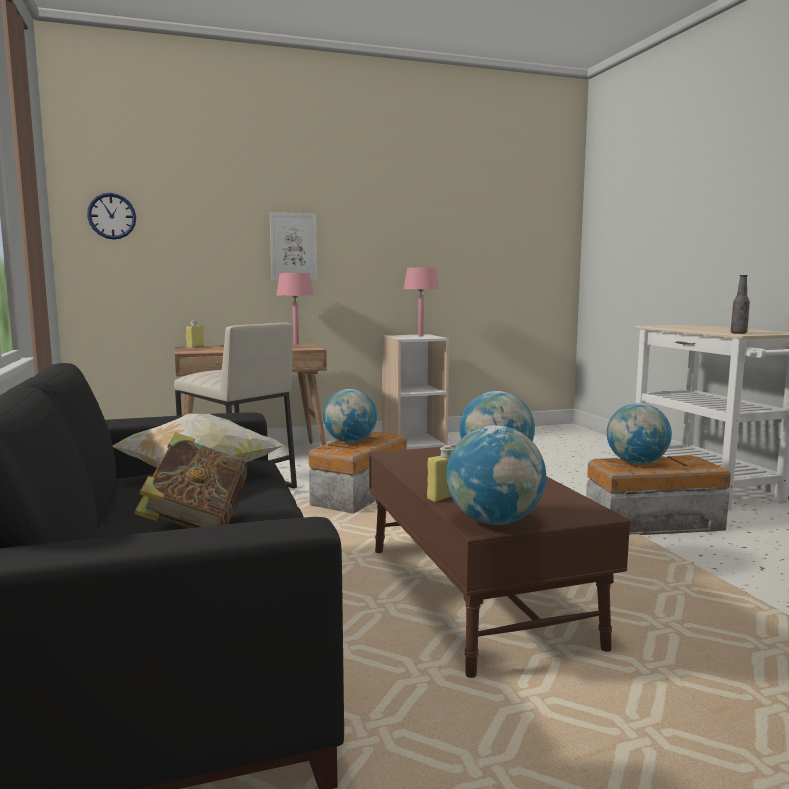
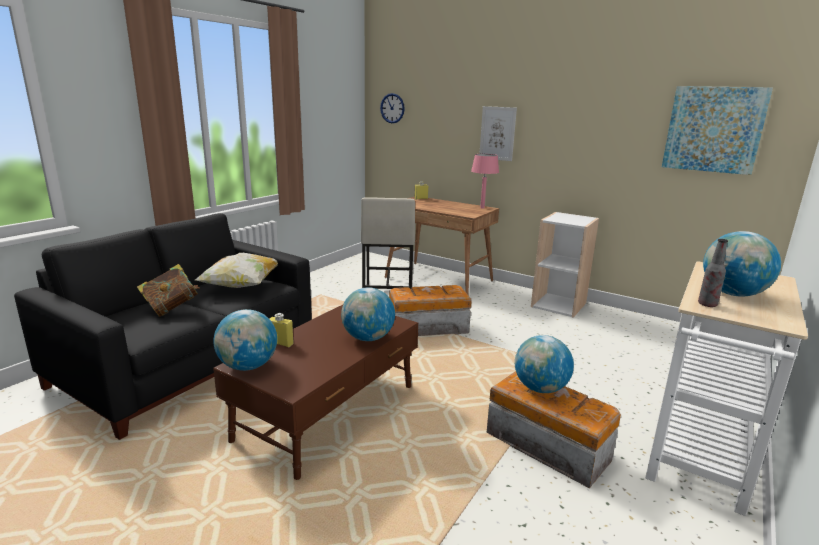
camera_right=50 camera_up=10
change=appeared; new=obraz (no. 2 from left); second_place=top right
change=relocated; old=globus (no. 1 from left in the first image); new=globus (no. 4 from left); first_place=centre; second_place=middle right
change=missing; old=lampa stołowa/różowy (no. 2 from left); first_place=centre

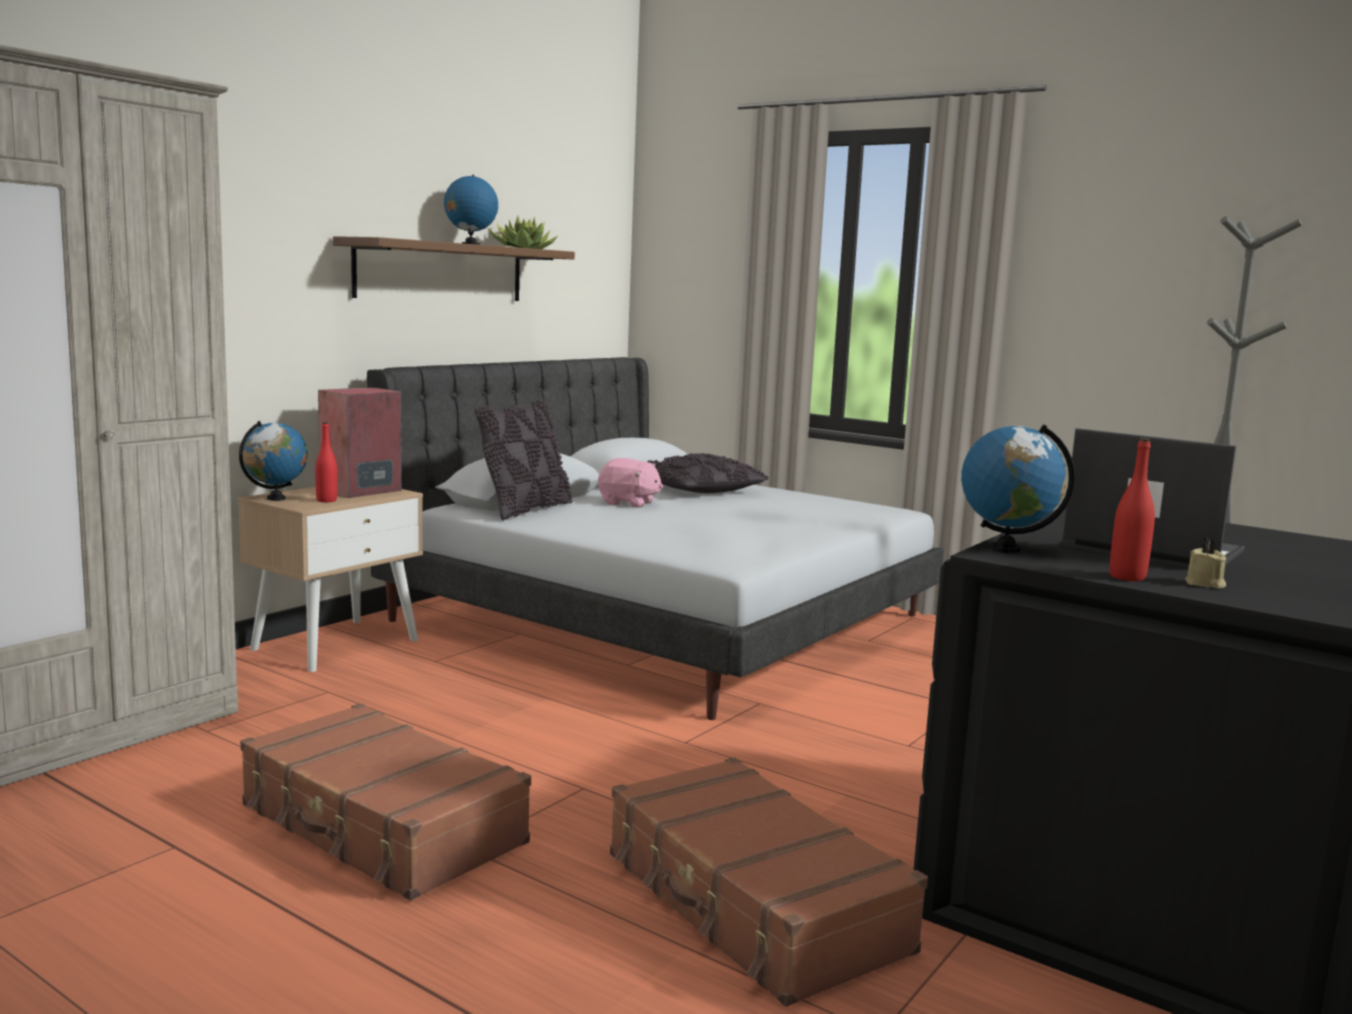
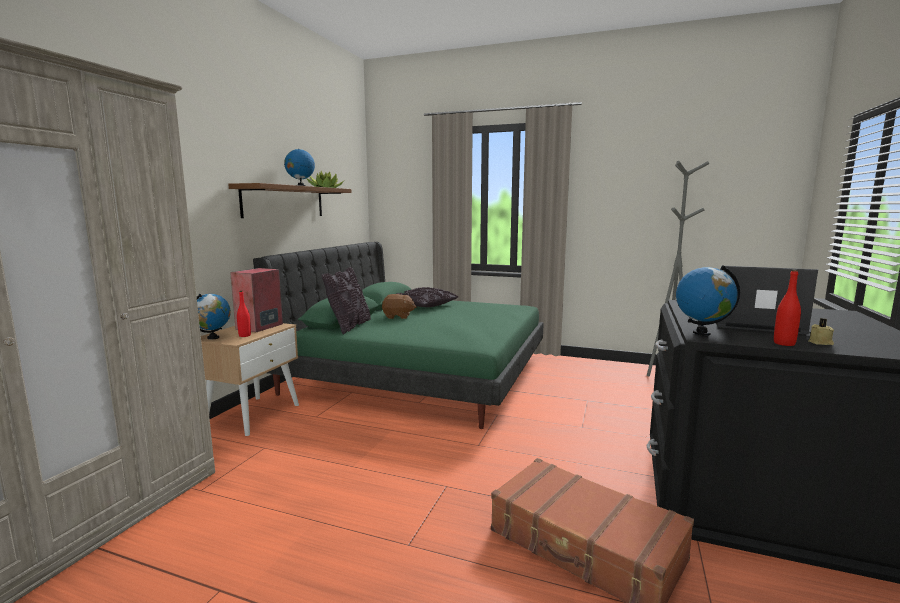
camera_right=-15 camera_up=0
change=colour; old=łóżko/szary; new=łóżko/zielony; first_place=centre; second_place=centre
change=colour; old=pluszak/różowy; new=pluszak/brązowy; first_place=centre; second_place=centre
change=missing; old=walizka/brązowy (no. 1 from left); first_place=bottom left

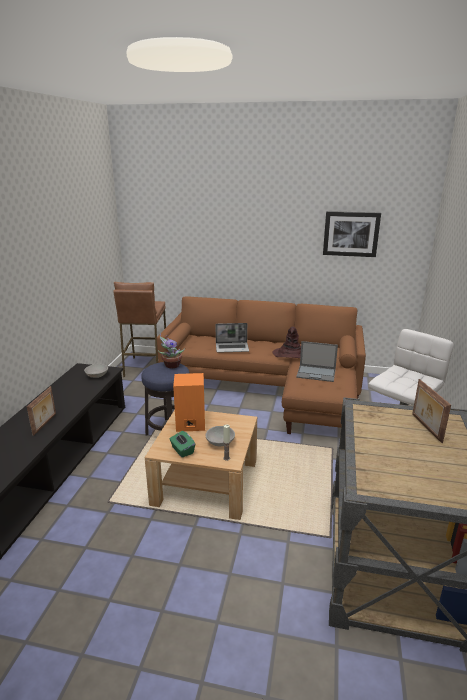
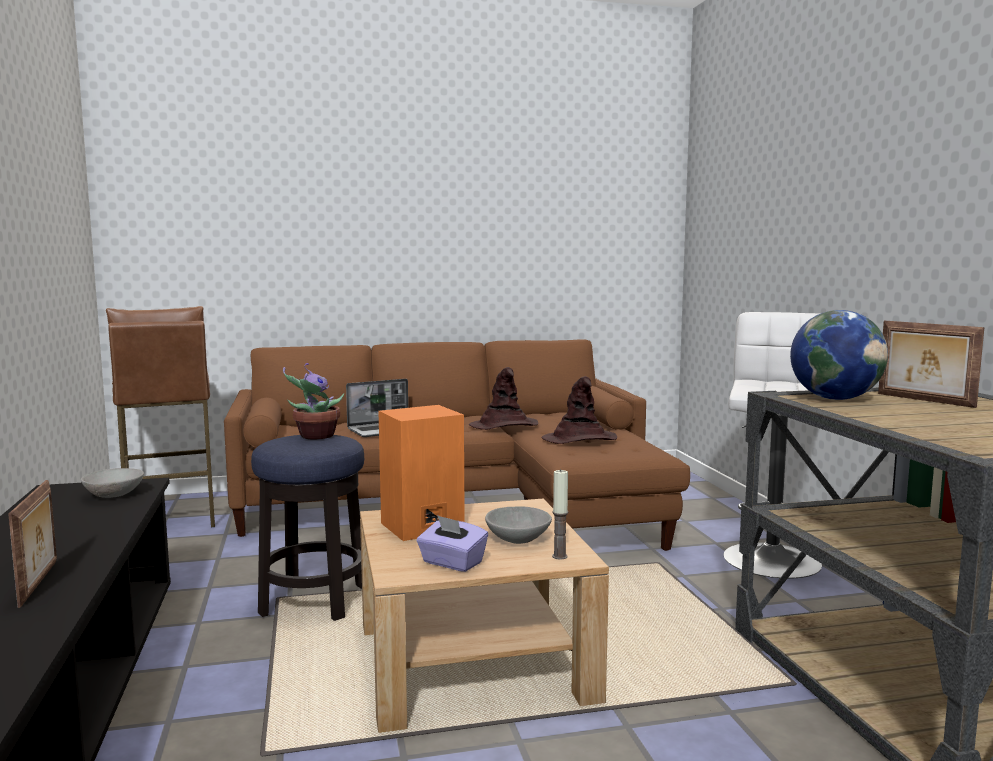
camera_right=-25 camera_up=-15
change=colour; old=pudełko chusteczek/zielony; new=pudełko chusteczek/fioletowy; first_place=centre; second_place=bottom centre
change=exchanged; old=laptop (no. 2 from left); new=kapelusz/brązowy (no. 2 from left); first_place=middle right; second_place=centre
change=appeared; new=globus; second_place=middle right
change=missing; old=obraz; first_place=middle right

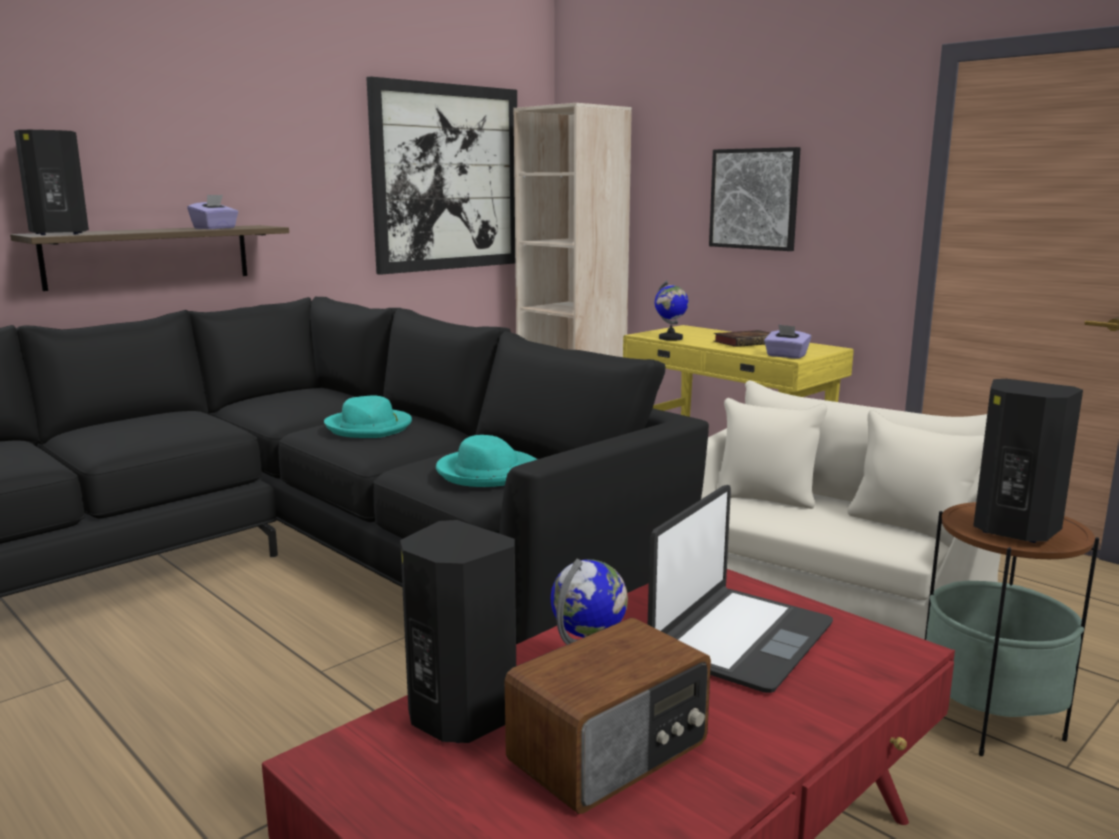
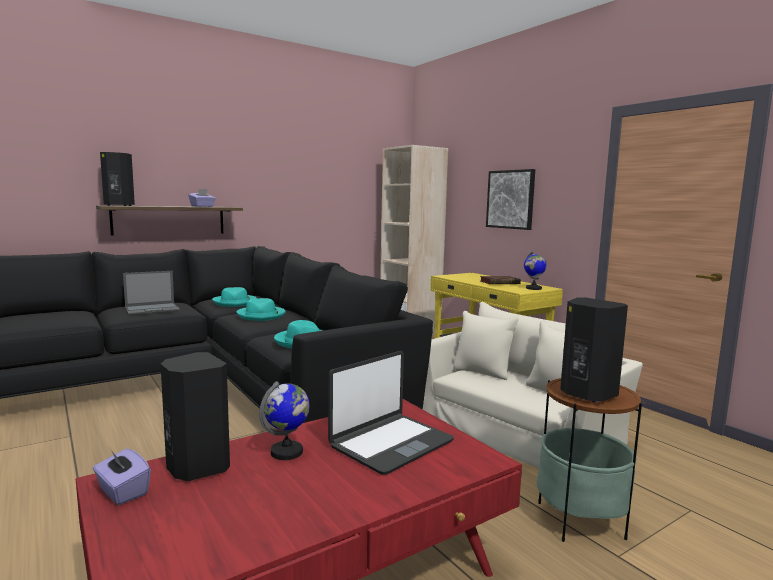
camera_right=10 camera_up=-5
change=relocated; old=pudełko chusteczek/fioletowy (no. 2 from left in the first image); new=pudełko chusteczek/fioletowy (no. 1 from left); first_place=middle right; second_place=bottom left
change=appeared; new=laptop (no. 1 from left); second_place=middle left
change=appeared; new=kapelusz/turkusowy (no. 1 from left); second_place=middle left
change=relocated; old=globus (no. 2 from left); first_place=centre; second_place=middle right
change=missing; old=obraz (no. 1 from left); first_place=top centre
change=missing; old=radio; first_place=bottom centre

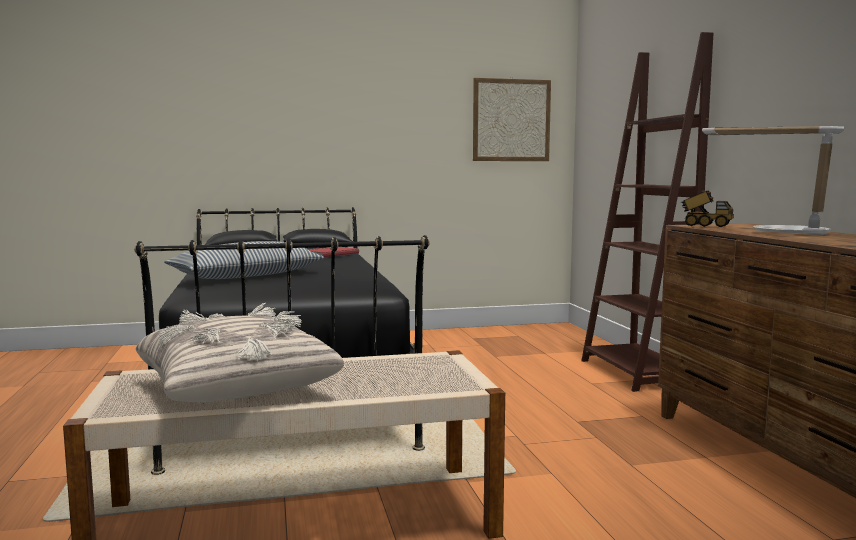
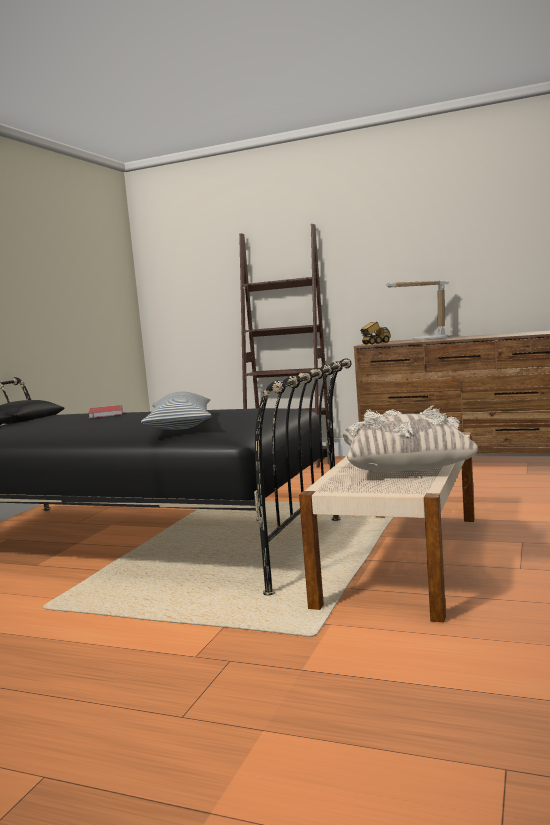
camera_right=-55 camera_up=0
change=missing; old=obraz; first_place=top centre

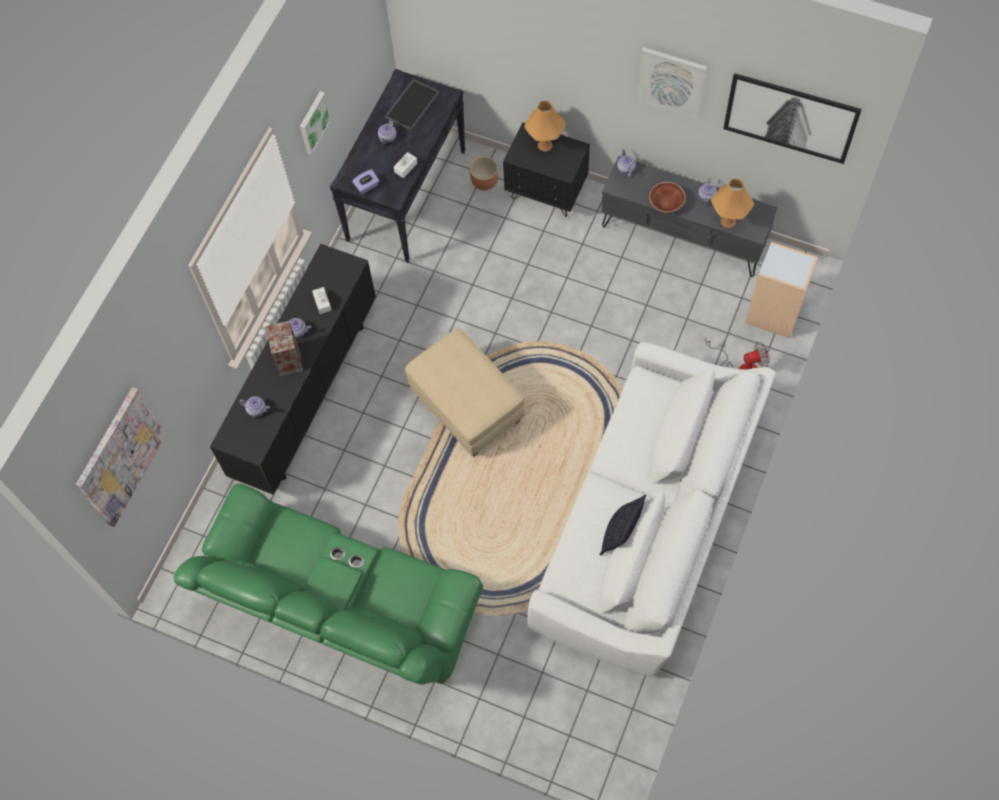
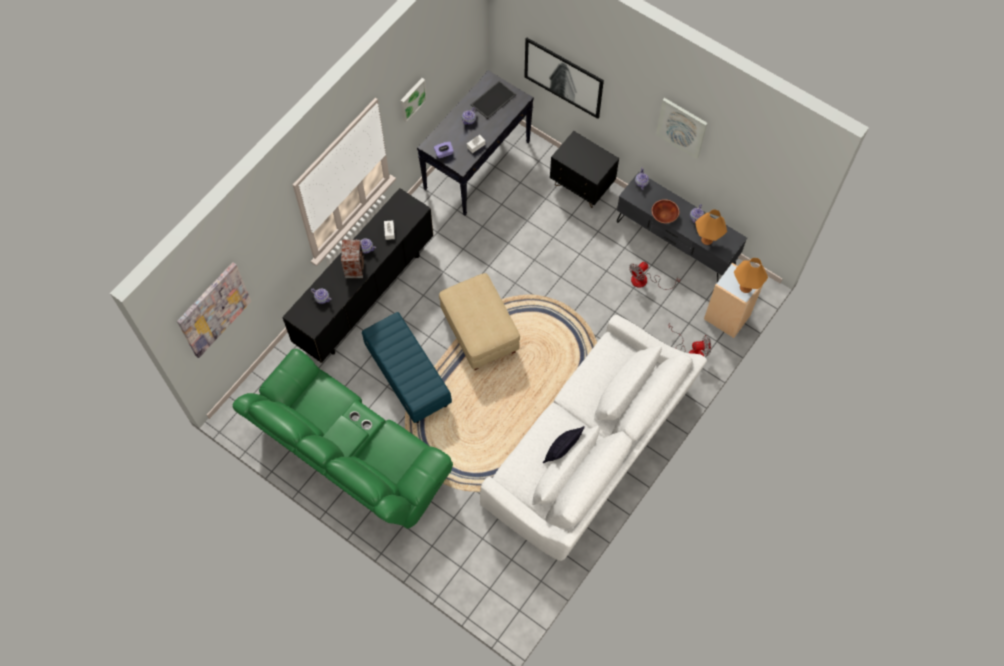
camera_right=10 camera_up=0
change=appeared; new=pufa/niebieski; second_place=centre
change=relocated; old=obraz (no. 4 from left in the first image); new=obraz (no. 3 from left); first_place=top right; second_place=top centre
change=appeared; new=wentylator (no. 1 from left); second_place=centre
change=relocated; old=lampa stołowa/pomarańczowy (no. 1 from left in the first image); new=lampa stołowa/pomarańczowy (no. 2 from left); first_place=top centre; second_place=middle right
change=missing; old=donica/brązowy; first_place=top centre

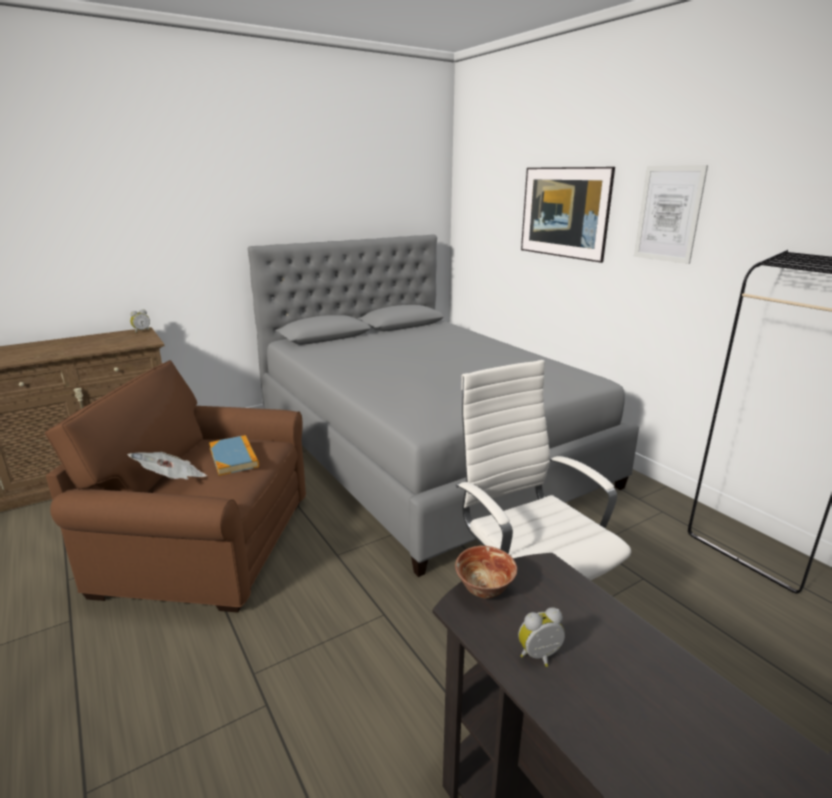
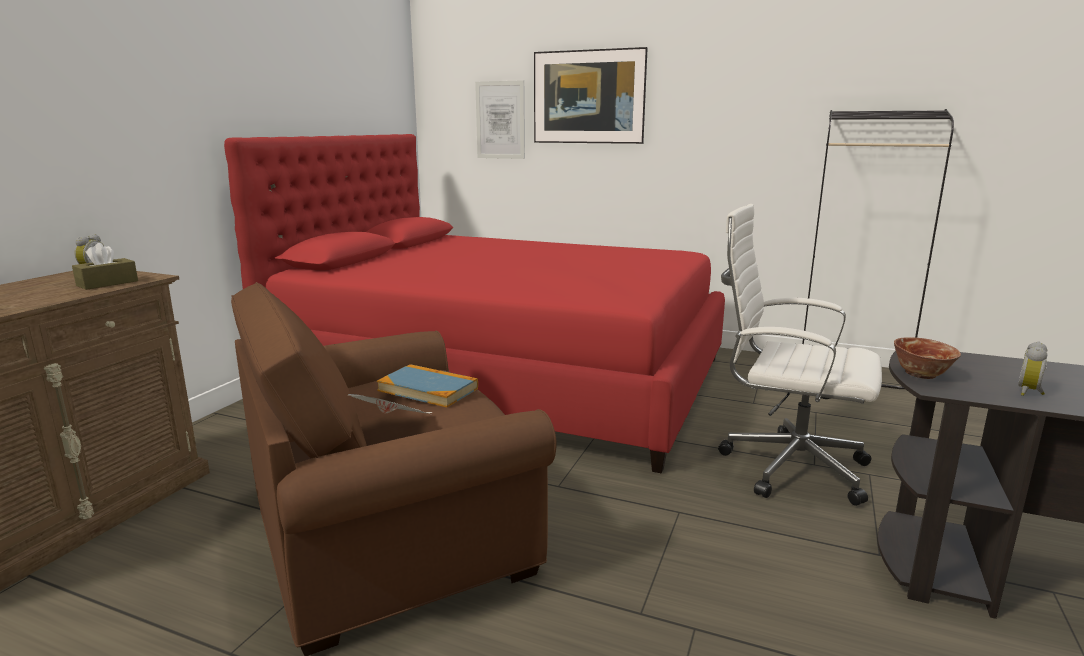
camera_right=-35 camera_up=-5
change=appeared; new=pudełko chusteczek/brązowy; second_place=middle left
change=colour; old=łóżko/szary; new=łóżko/czerwony; first_place=centre; second_place=centre
change=relocated; old=obraz (no. 2 from left in the first image); new=obraz (no. 1 from left); first_place=top right; second_place=top centre

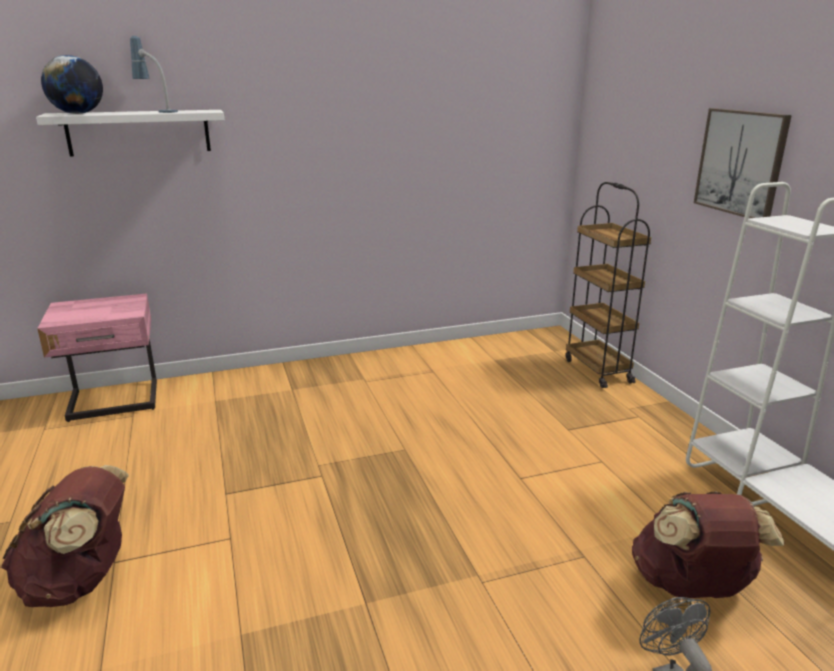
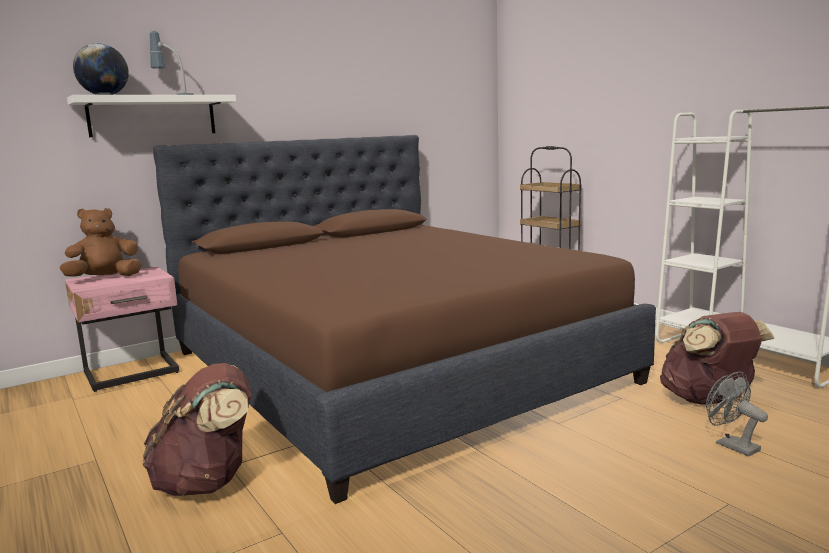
camera_right=-15 camera_up=-10
change=appeared; new=pluszak/brązowy; second_place=middle left
change=appeared; new=łóżko/brązowy; second_place=centre
change=missing; old=obraz; first_place=top right

